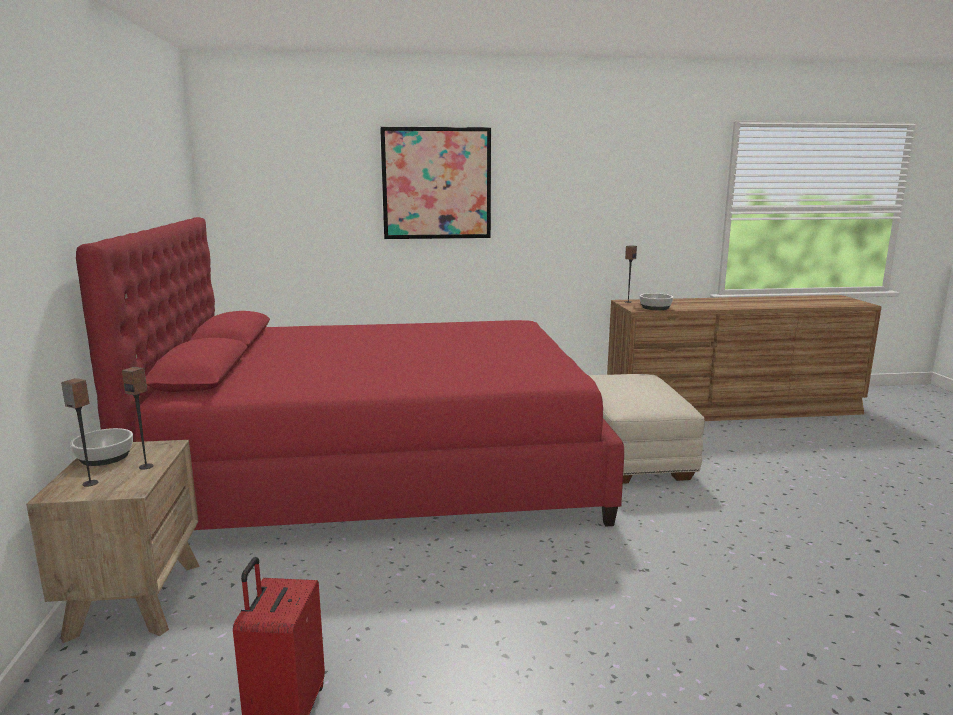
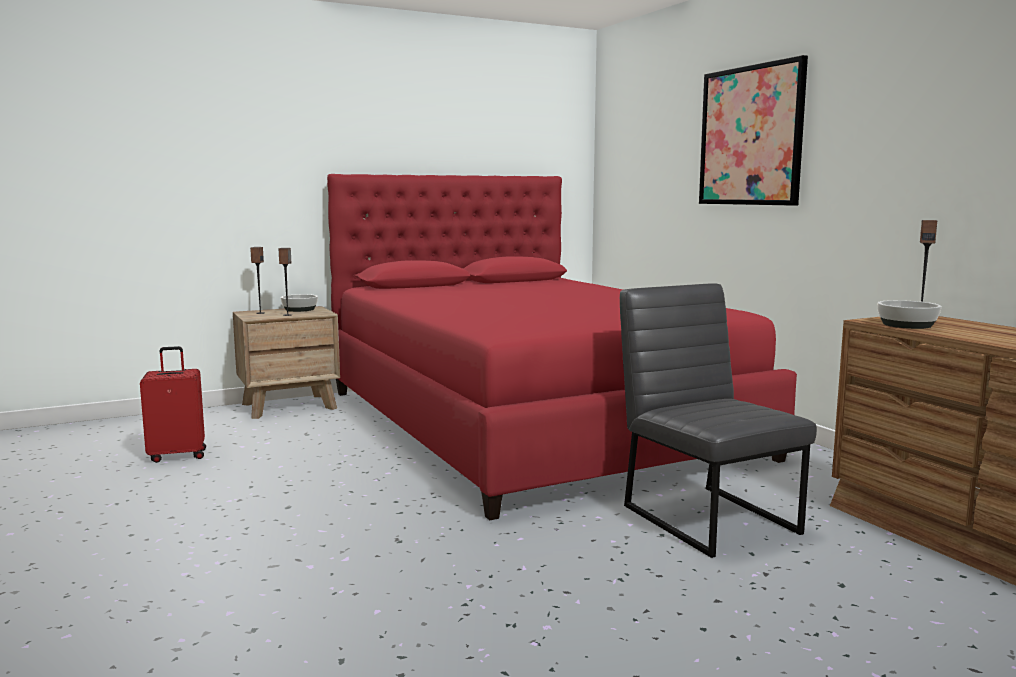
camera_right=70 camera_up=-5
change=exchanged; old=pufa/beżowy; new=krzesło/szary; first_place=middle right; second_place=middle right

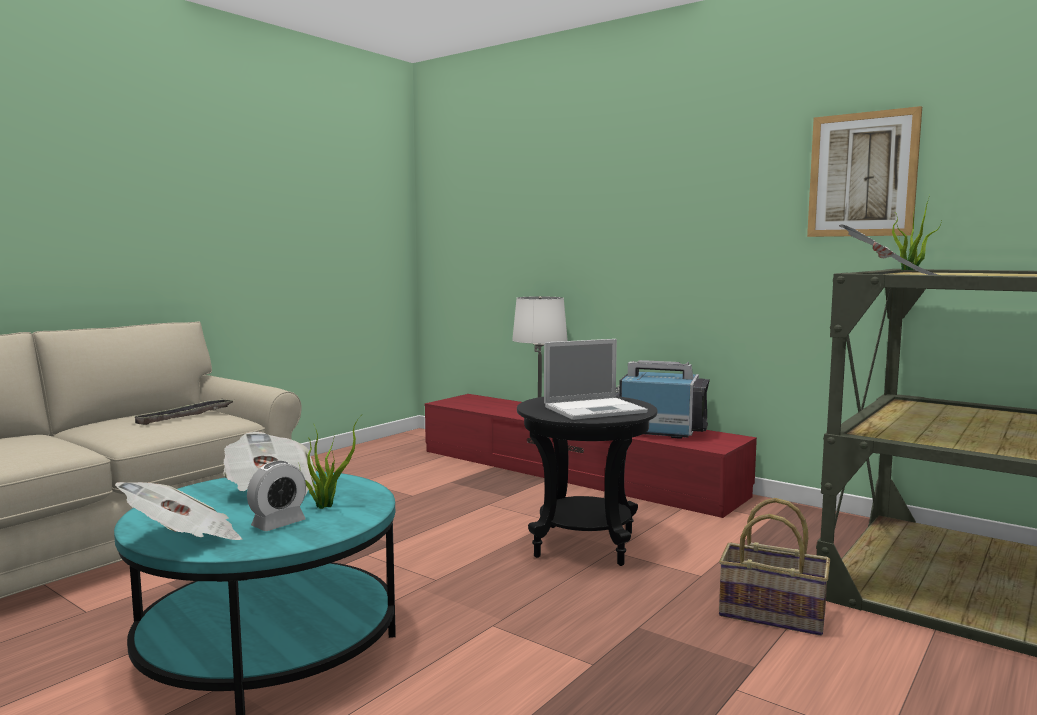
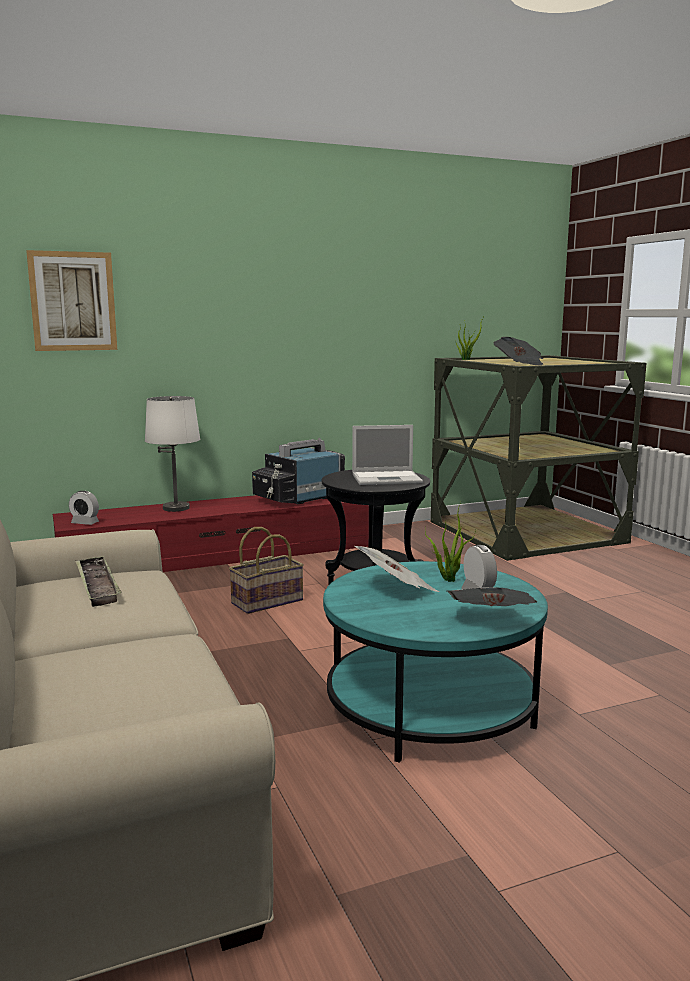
camera_right=-60 camera_up=5
change=relocated; old=obraz; first_place=top right; second_place=top left
change=appeared; new=budzik (no. 1 from left); second_place=middle left
change=relocated; old=koszyk; first_place=bottom right; second_place=centre
change=spun; old=laptop; first_place=centre; second_place=centre; degrees=75

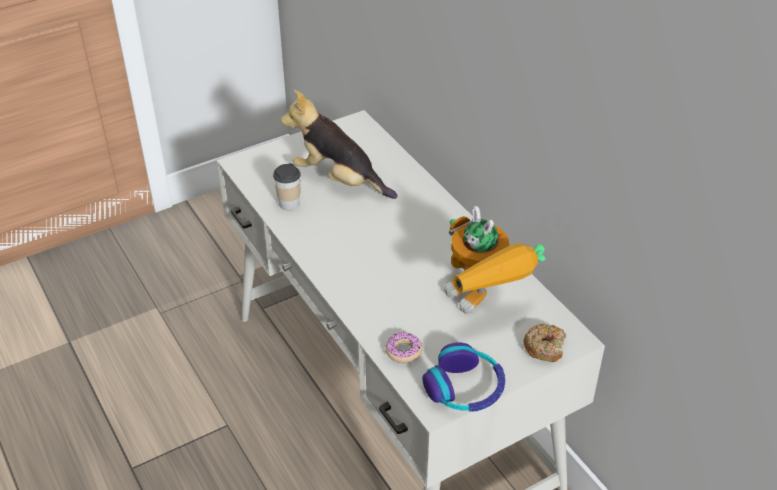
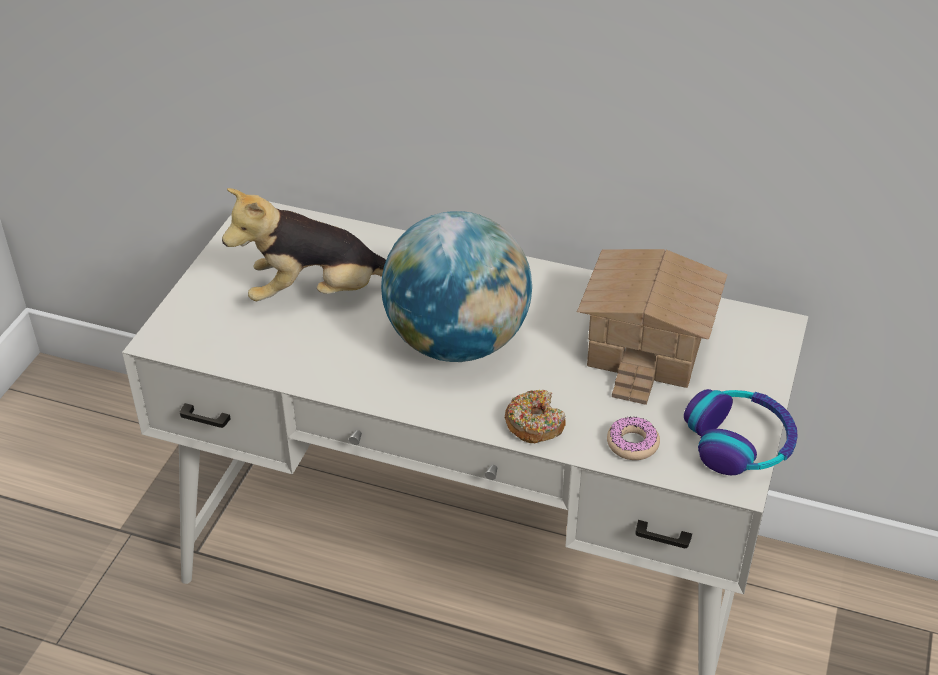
camera_right=-40 camera_up=0
change=appeared; new=globus; second_place=centre
change=relocated; old=donut (no. 2 from left in the first image); new=donut (no. 1 from left); first_place=bottom right; second_place=centre
change=exchanged; old=robot zabawkowy; new=domek; first_place=centre; second_place=middle right
change=missing; old=filiżanka; first_place=centre

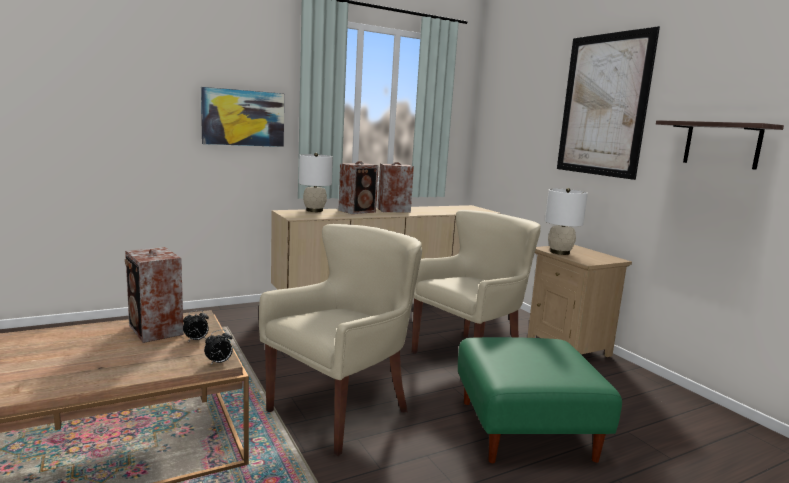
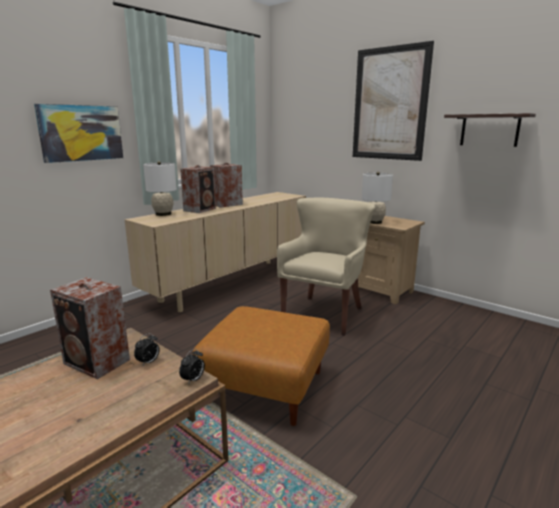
camera_right=-20 camera_up=5
change=exchanged; old=fotel/beżowy (no. 1 from left); new=pufa/brązowy; first_place=bottom centre; second_place=bottom centre
change=missing; old=pufa/zielony; first_place=bottom right

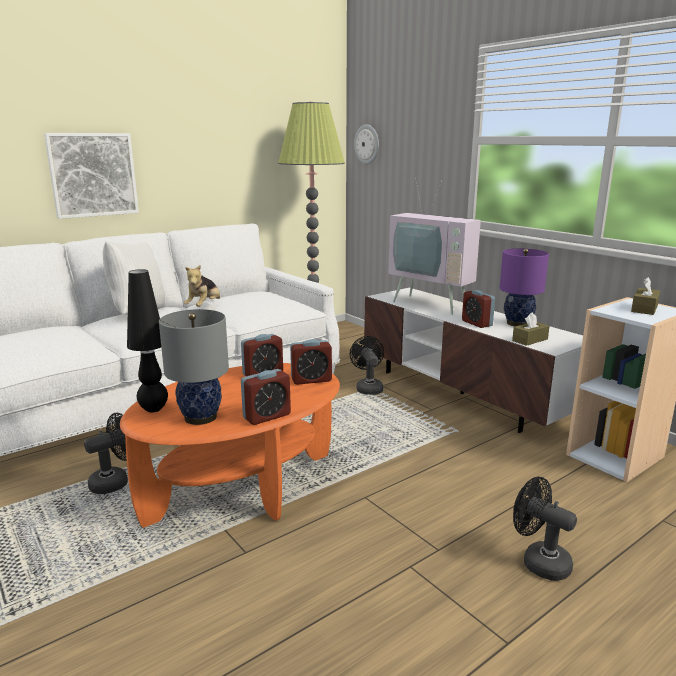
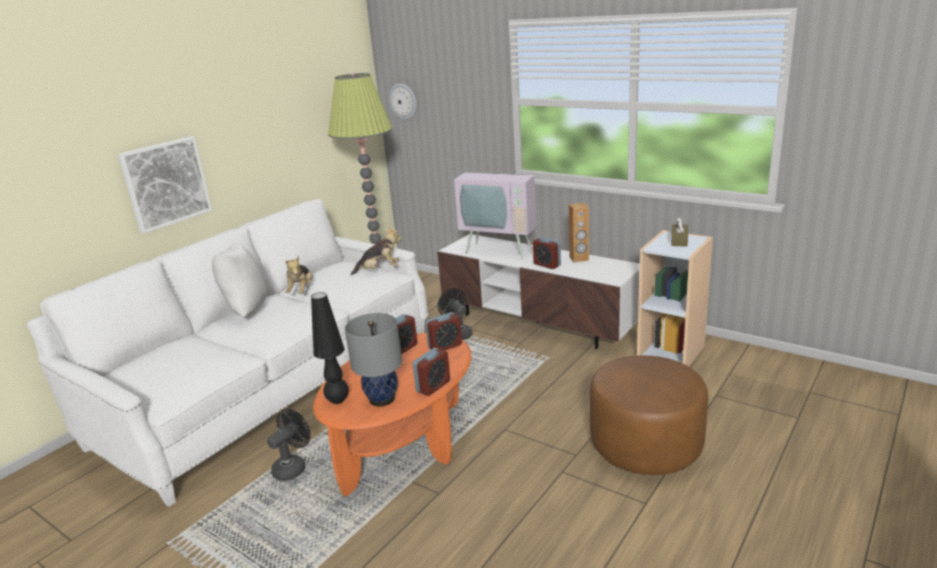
camera_right=-15 camera_up=5
change=appeared; new=pluszak (no. 2 from left); second_place=centre
change=exchanged; old=lampa stołowa/fioletowy; new=głośnik/brązowy; first_place=middle right; second_place=centre
change=exchanged; old=wentylator/czarny (no. 3 from left); new=pufa/brązowy; first_place=bottom right; second_place=bottom right
change=missing; old=pudełko chusteczek/brązowy (no. 1 from left); first_place=middle right

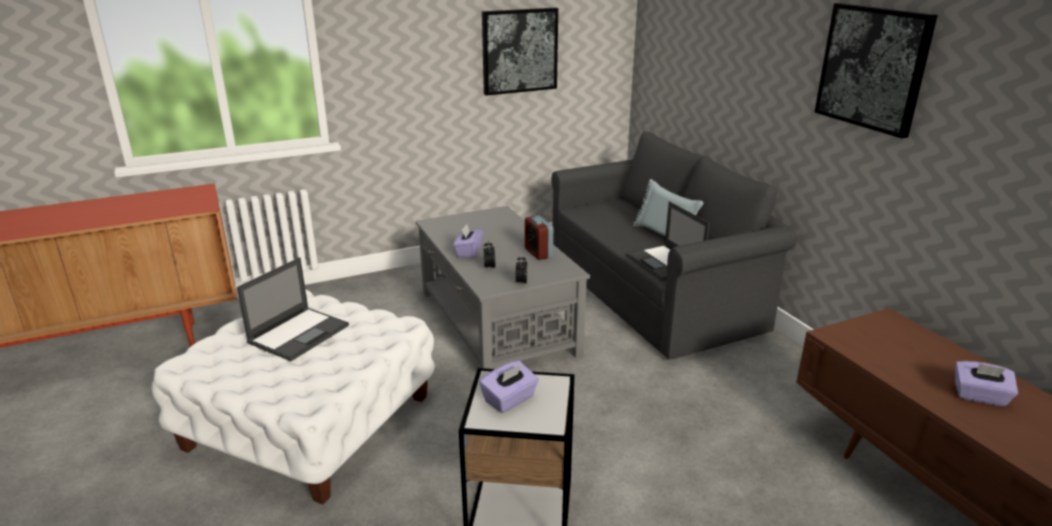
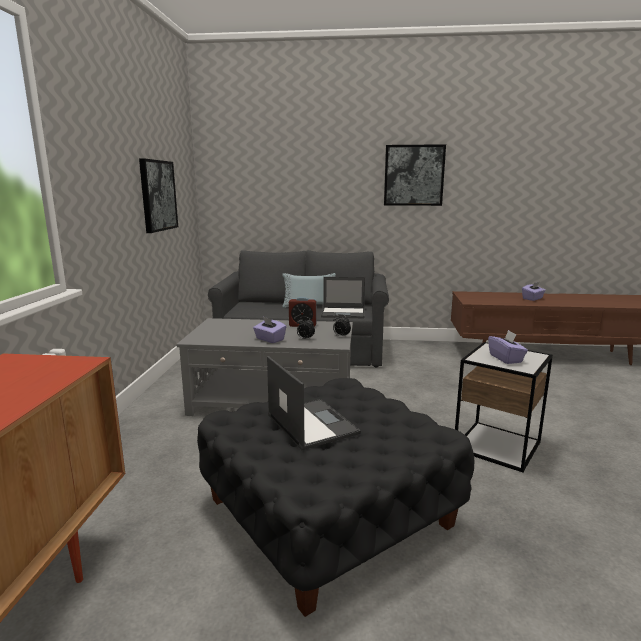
camera_right=-60 camera_up=-10
change=colour; old=pufa/biały; new=pufa/czarny; first_place=bottom left; second_place=bottom centre

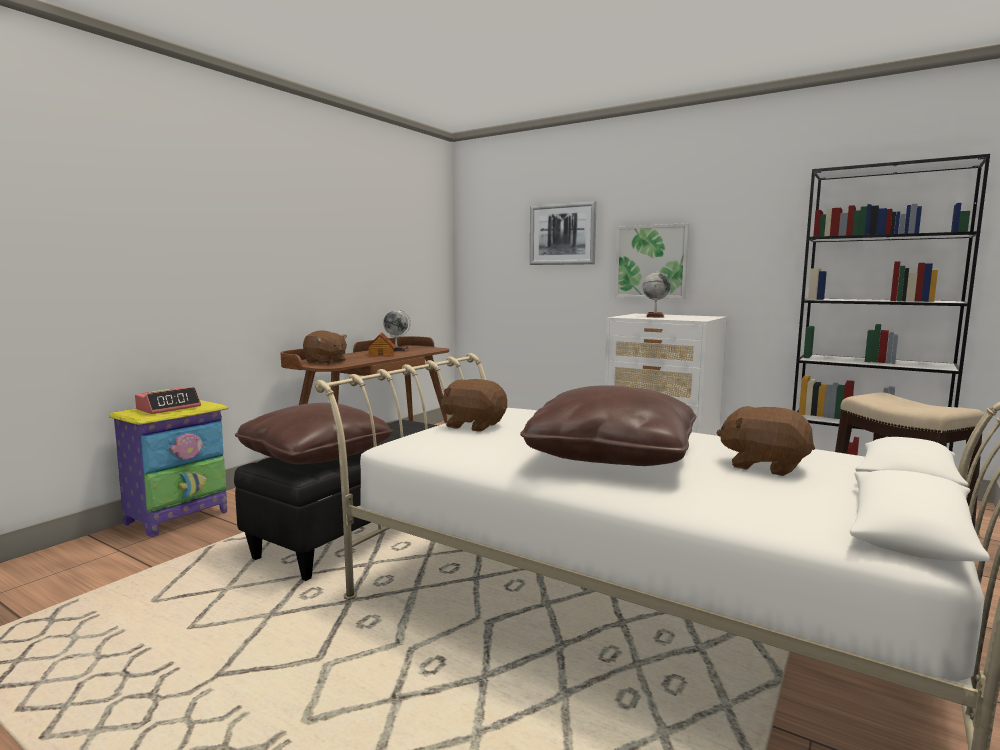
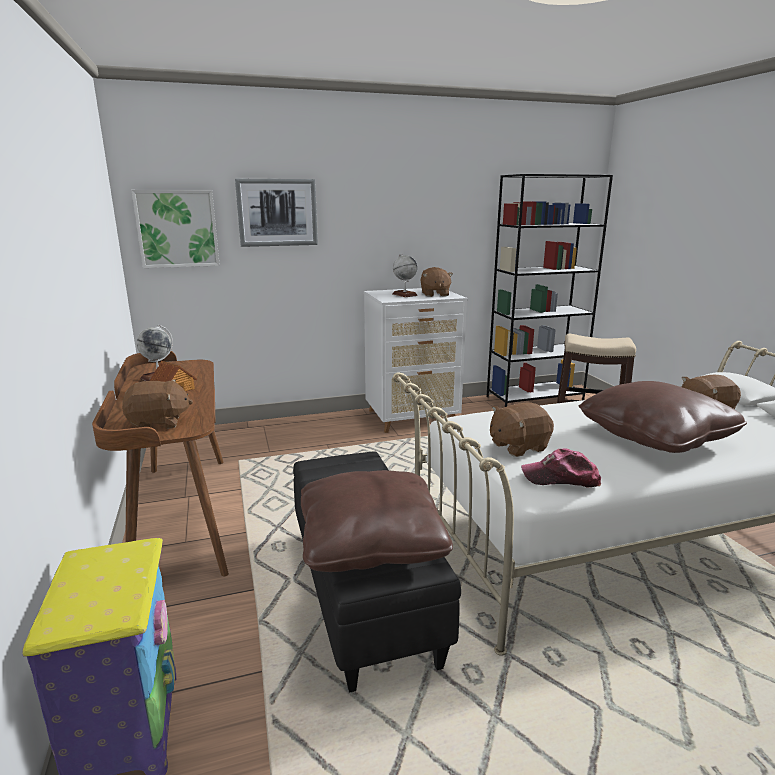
camera_right=-50 camera_up=10
change=relocated; old=obraz (no. 2 from left in the first image); new=obraz (no. 1 from left); first_place=centre; second_place=top left
change=appeared; new=pluszak/brązowy (no. 2 from left); second_place=centre
change=appeared; new=czapka z daszkiem; second_place=middle right
change=missing; old=budzik; first_place=middle left

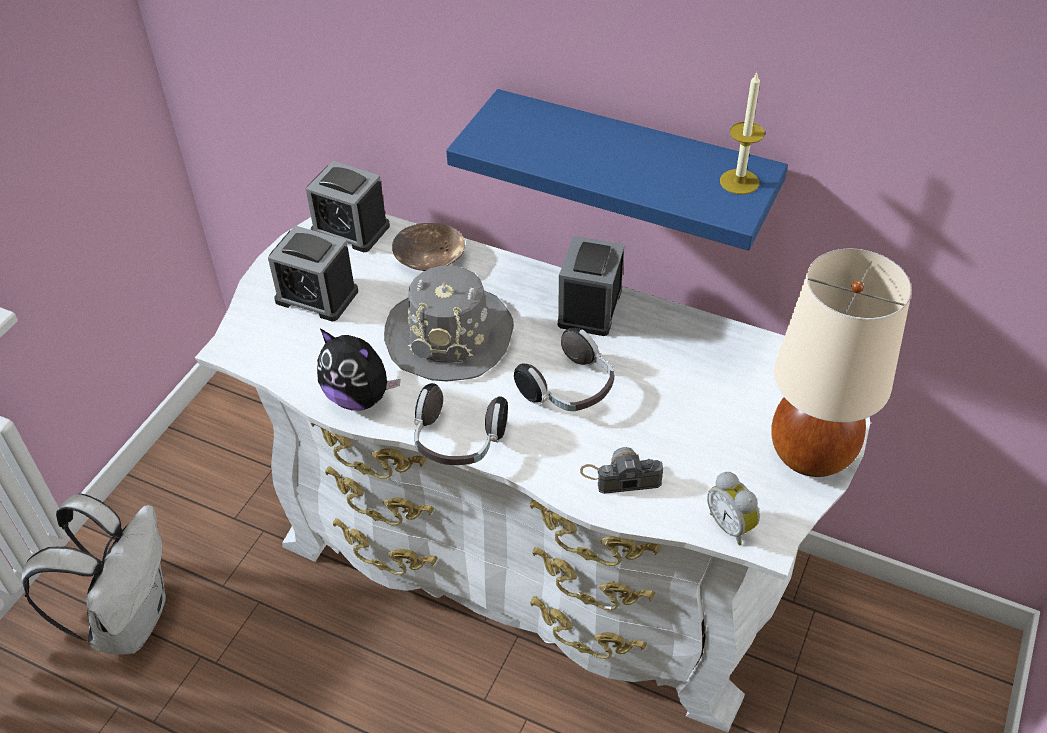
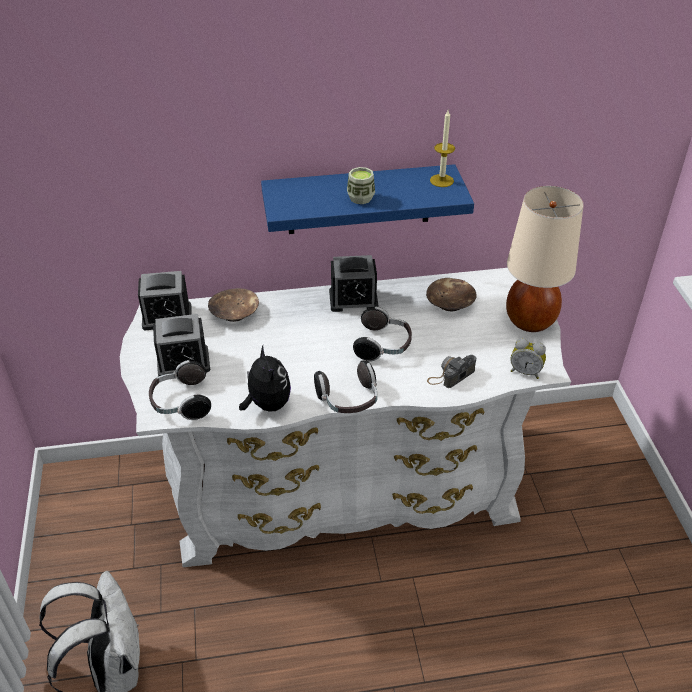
camera_right=-35 camera_up=-5
change=appeared; new=słuchawki (no. 1 from left); second_place=middle left
change=spun; old=pluszak; first_place=centre; second_place=centre; degrees=-105
change=spun; old=budzik (no. 3 from left); first_place=centre; second_place=centre; degrees=-75
change=appeared; new=filiżanka; second_place=top centre
change=appeared; new=miska/brązowy (no. 2 from left); second_place=centre
change=missing; old=kapelusz/szary; first_place=centre

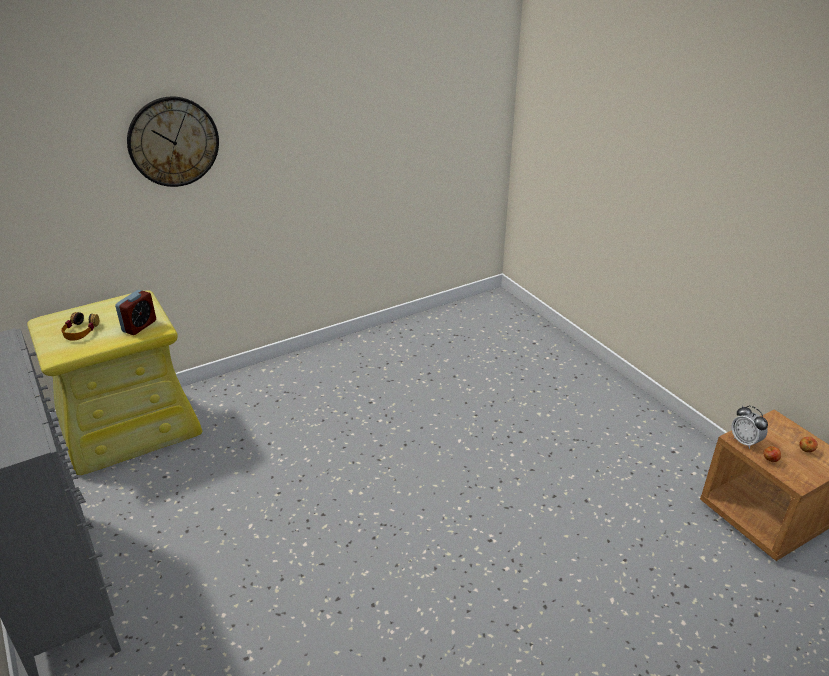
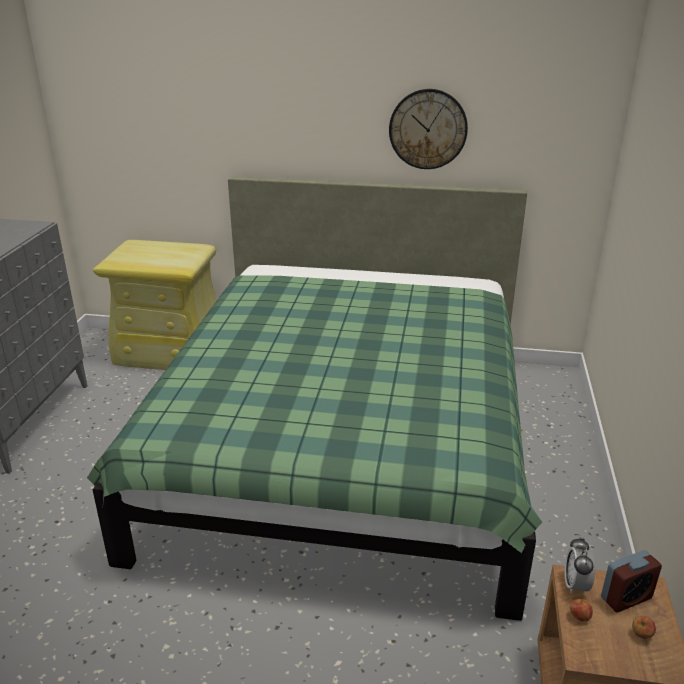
camera_right=40 camera_up=-5
change=appeared; new=łóżko/zielony; second_place=centre
change=relocated; old=zegar ścienny; first_place=top left; second_place=top centre
change=relocated; old=budzik (no. 1 from left in the first image); new=budzik (no. 2 from left); first_place=middle left; second_place=bottom right
change=missing; old=słuchawki; first_place=middle left

